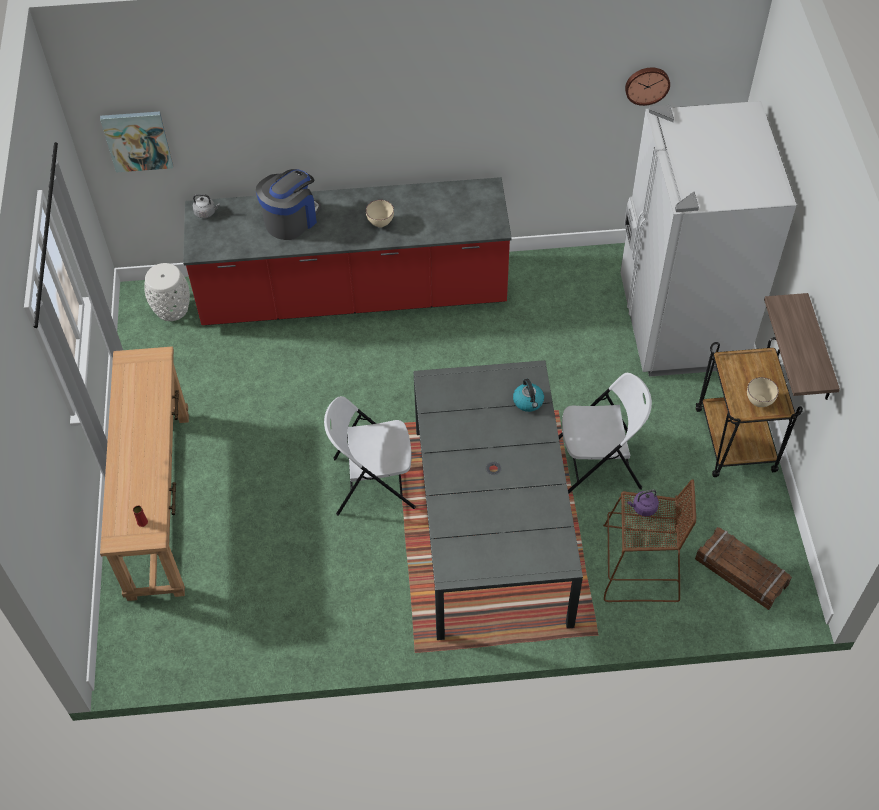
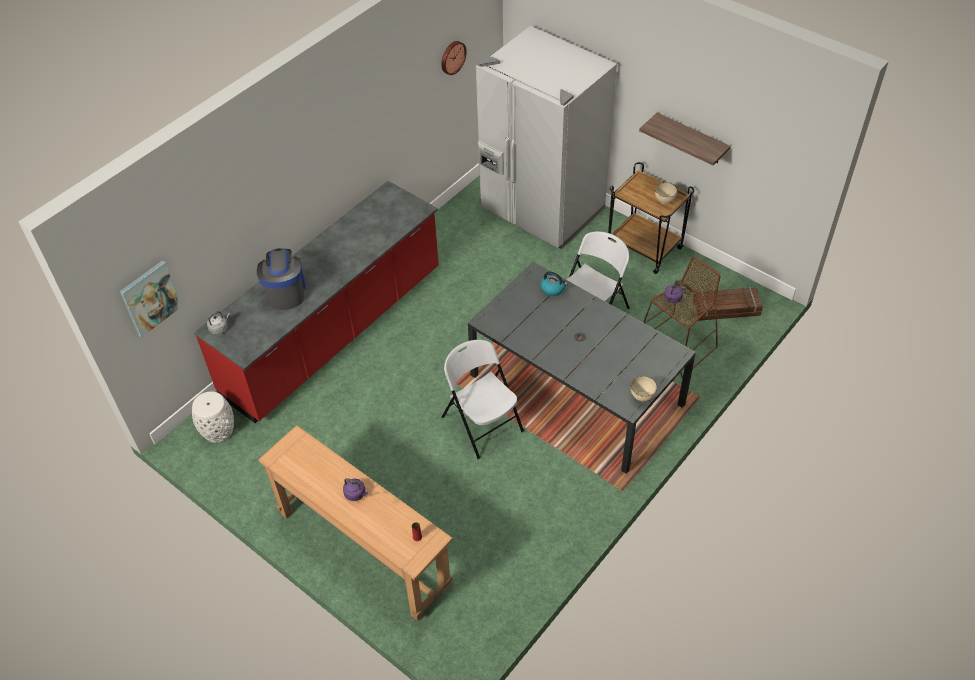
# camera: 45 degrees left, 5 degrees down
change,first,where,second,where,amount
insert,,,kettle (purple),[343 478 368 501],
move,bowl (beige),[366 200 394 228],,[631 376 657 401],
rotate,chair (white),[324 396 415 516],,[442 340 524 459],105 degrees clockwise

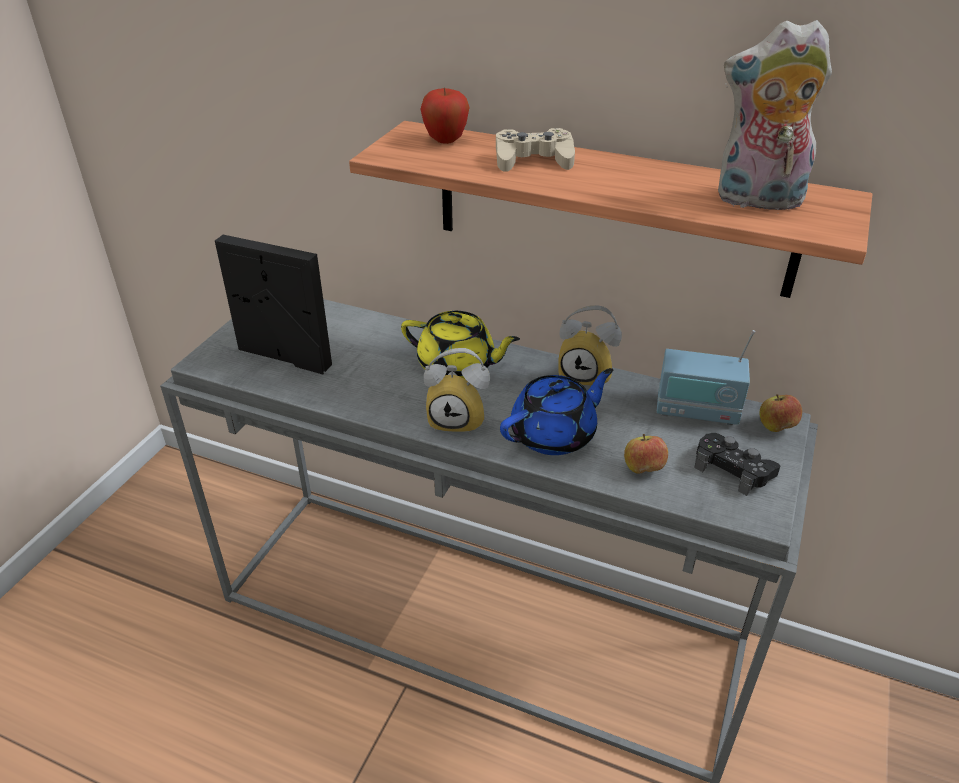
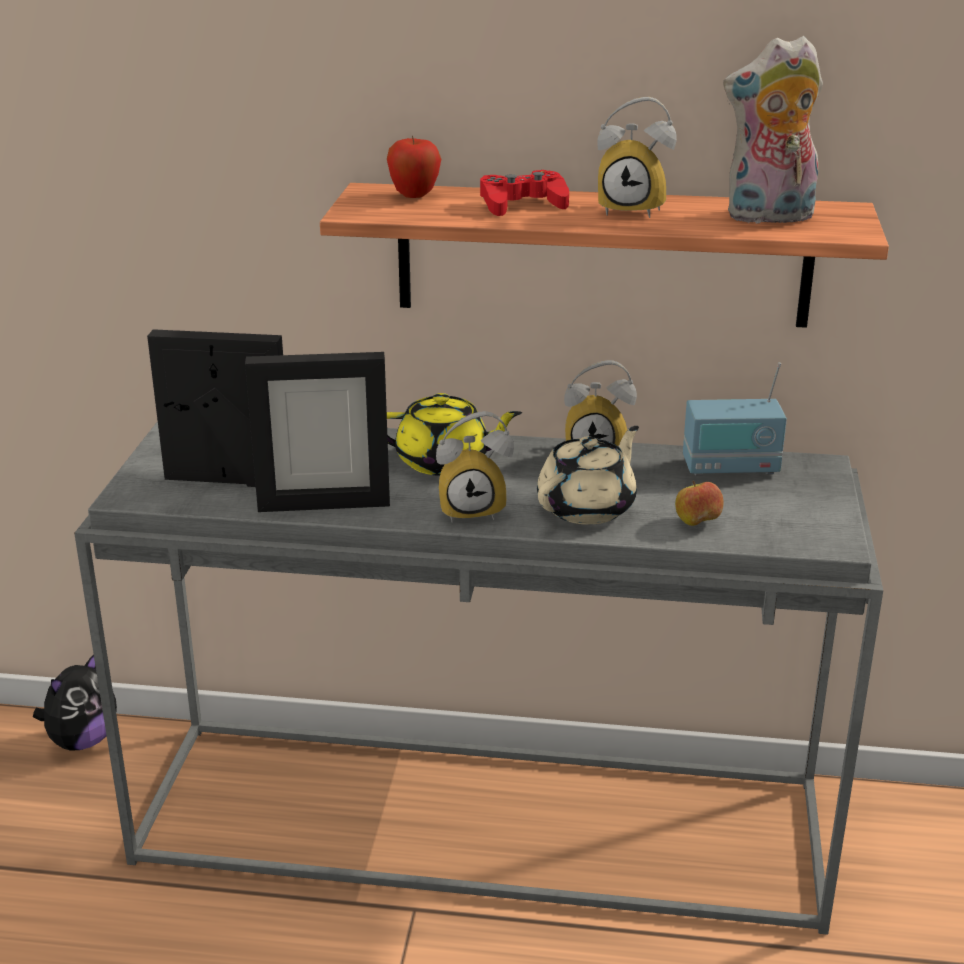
# camera: 15 degrees left, 10 degrees down
change,first,where,second,where,amount
delete,game controller (black),[694 433 780 496],,,
delete,apple,[760 394 802 432],,,
insert,,,plush toy,[33 654 117 751],
insert,,,picture frame,[245 352 390 512],
insert,,,alarm clock,[597 97 677 218],
recolor,game controller (beige),[496 128 575 172],game controller (red),[480 170 569 216],
recolor,teapot (blue),[500 368 613 455],teapot (beige),[537 426 639 525],

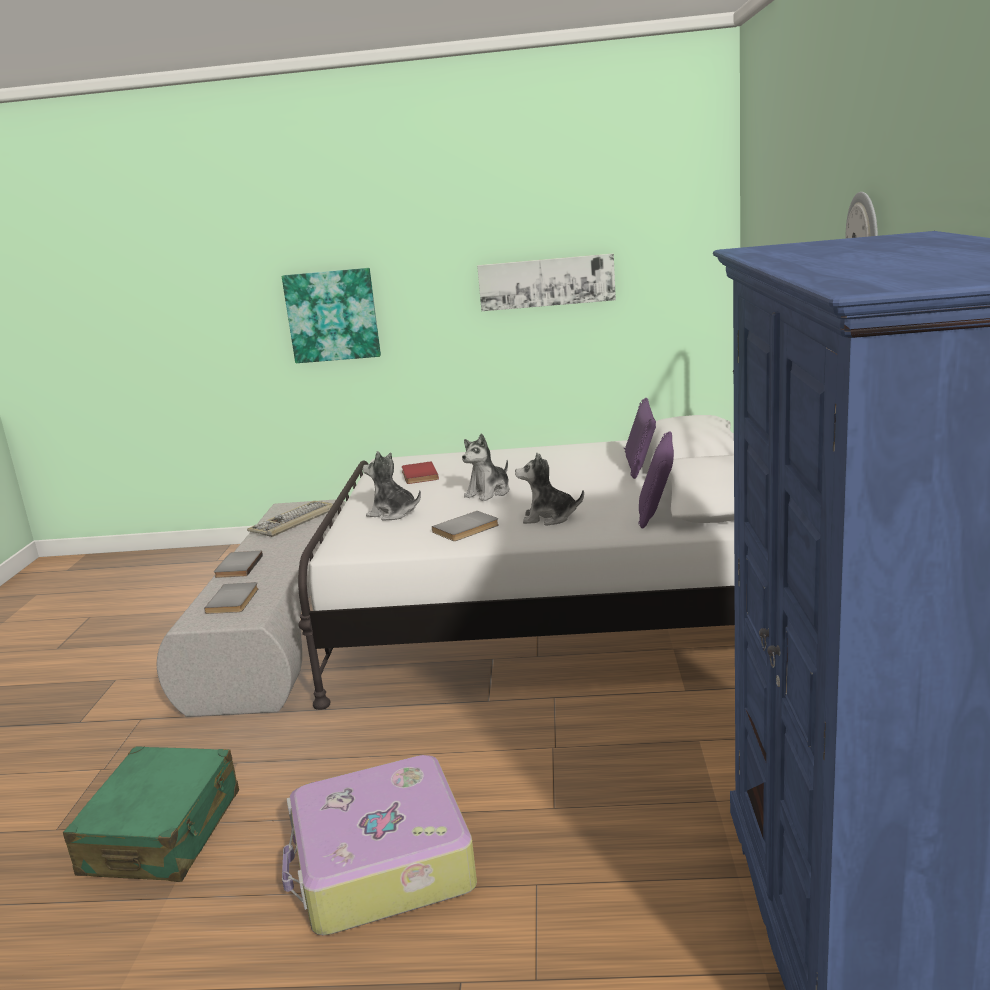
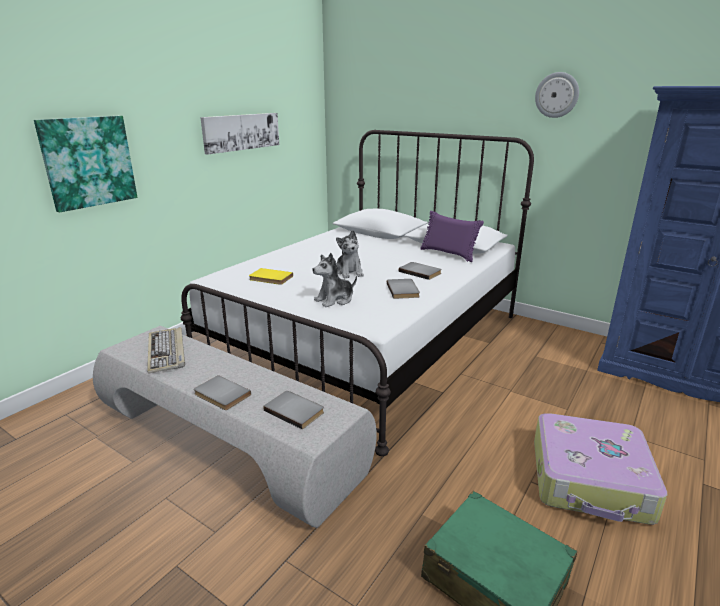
# camera: 60 degrees left, 5 degrees up
change,first,where,second,where,amount
delete,pillow (purple),[624 398 656 479],,,
replace,plush toy,[515 452 584 526],book (grey),[399 262 442 280],
recolor,book (red),[402 461 439 484],book (yellow),[249 268 293 285],

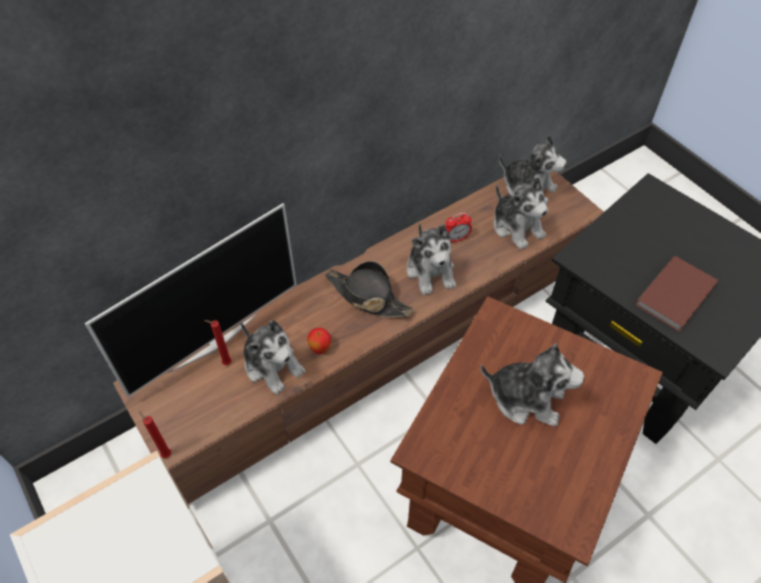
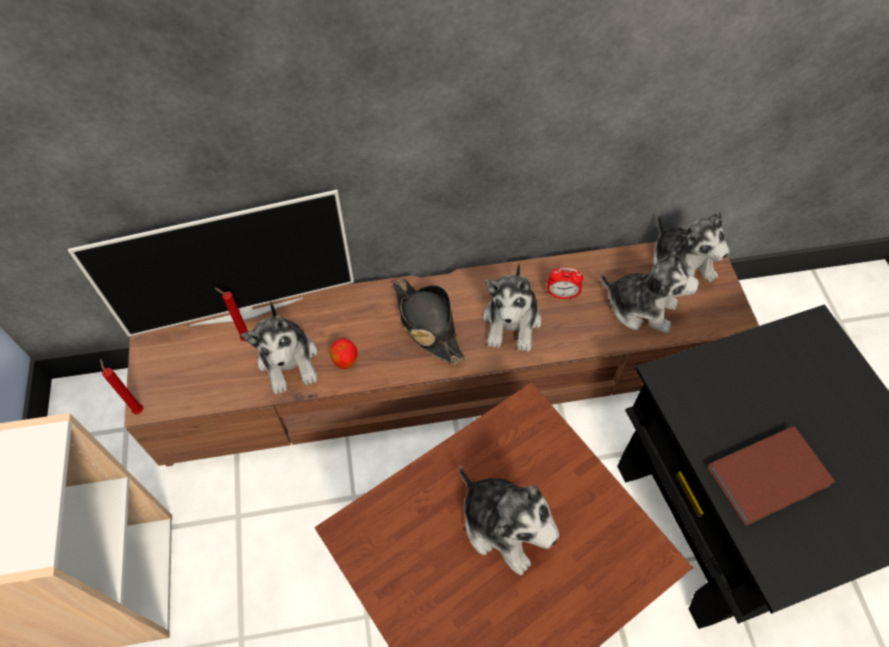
# camera: 25 degrees right, 5 degrees up
change,first,where,second,where,amount
rotate,plush toy,[493 177 548 250],,[601 251 699 334],60 degrees counterclockwise

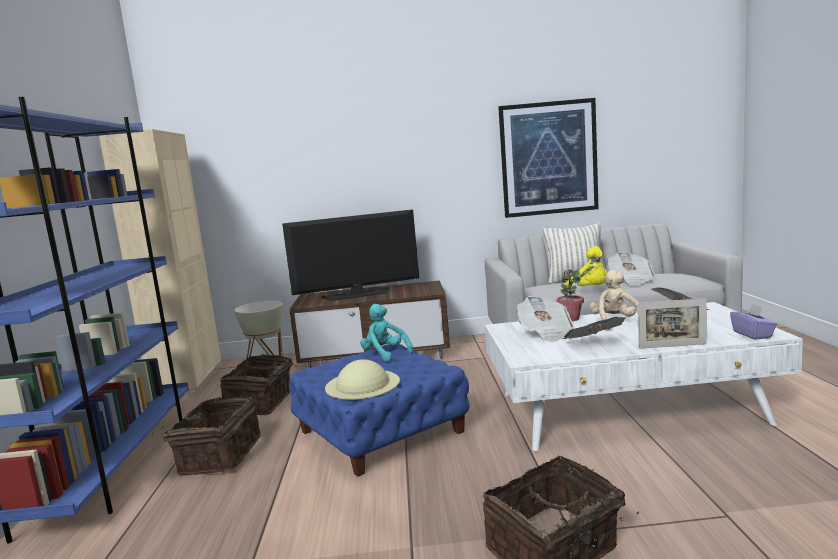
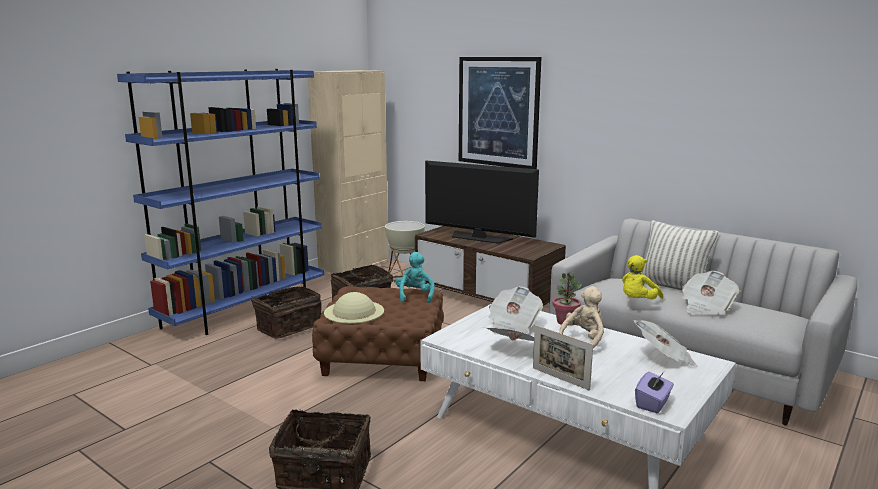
# camera: 40 degrees right, 5 degrees up
change,first,where,second,where,amount
move,picture,[498 98 599 218],,[459 57 541 169],
recolor,ottoman (blue),[289 344 469 477],ottoman (brown),[312 286 444 381],
rotate,plush toy (yellow),[563 246 607 290],,[622 255 663 300],45 degrees clockwise

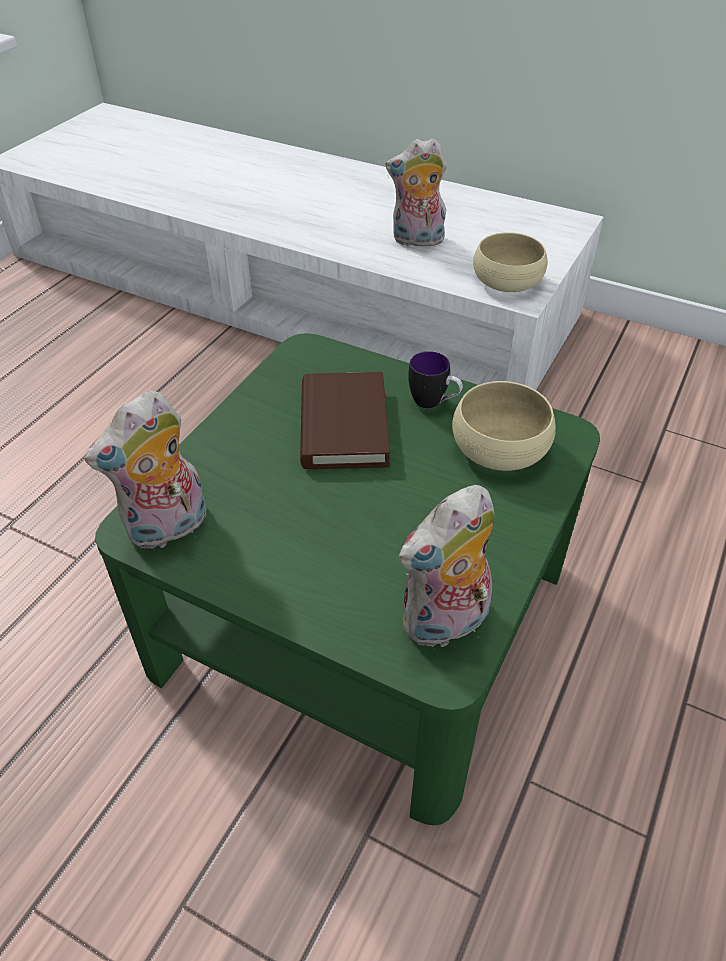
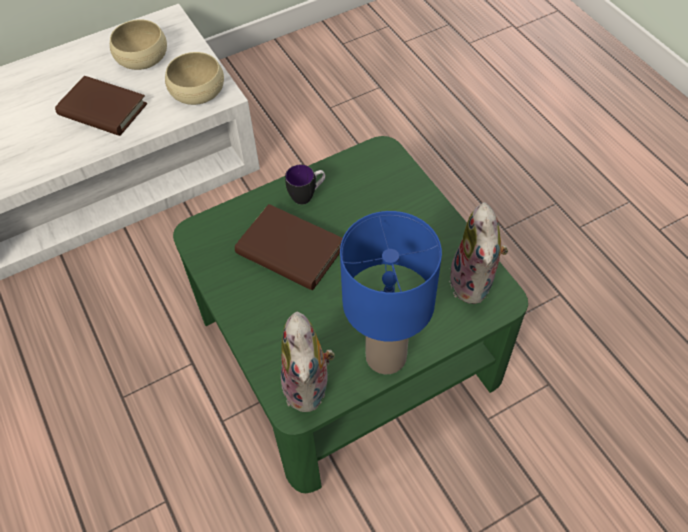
# camera: 55 degrees left, 10 degrees up
change,first,where,second,where,amount
insert,,,table lamp (blue),[340 211 442 375],
move,bowl (beige),[452 381 556 471],,[110 19 167 70],
replace,plush toy,[386 138 447 247],book (brown),[55 76 147 136],

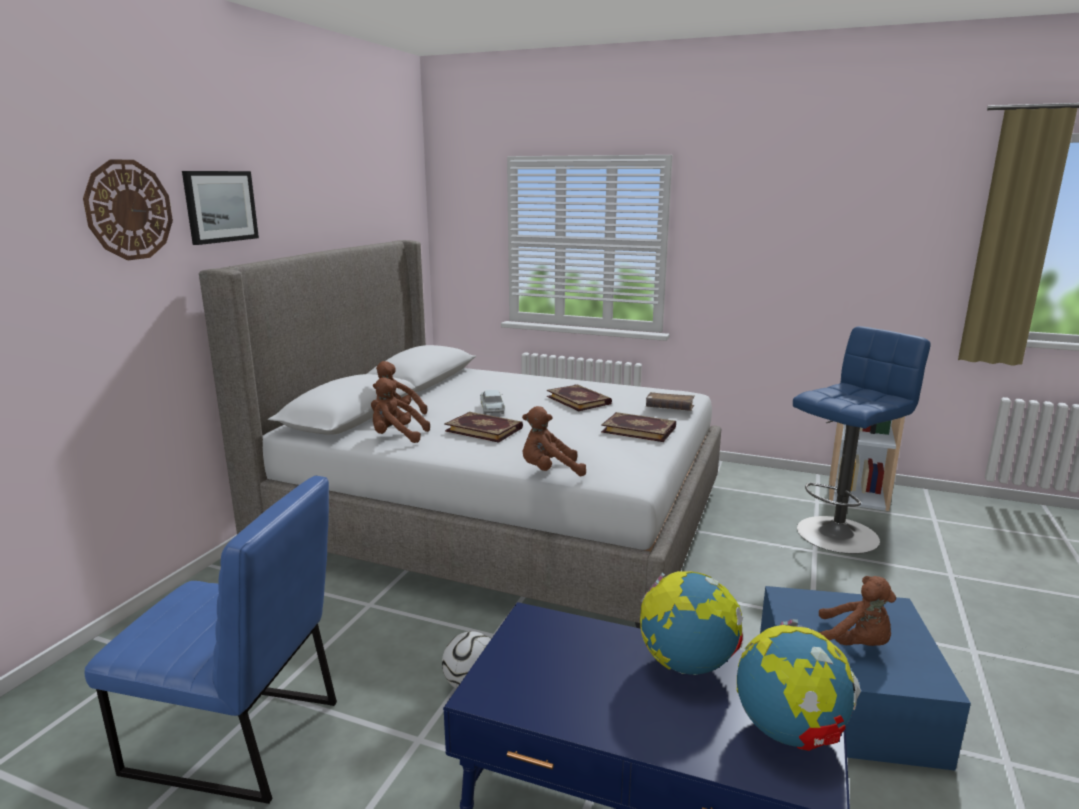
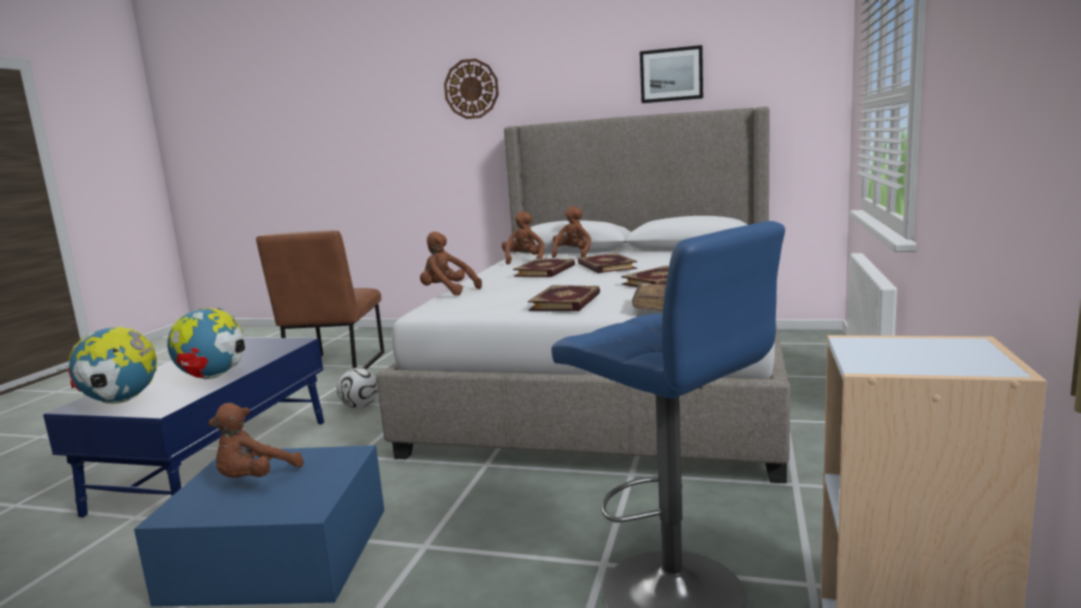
# camera: 85 degrees right, 5 degrees down
change,first,where,second,where,amount
move,picture,[182 171 259 245],,[640 45 703 103],
replace,toy car (white),[480 390 505 415],book,[578 253 638 273],
recolor,chair (blue),[85 476 337 804],chair (brown),[256 230 384 369],
rotate,plush toy (brown),[522 406 586 476],,[420 232 482 295],45 degrees counterclockwise

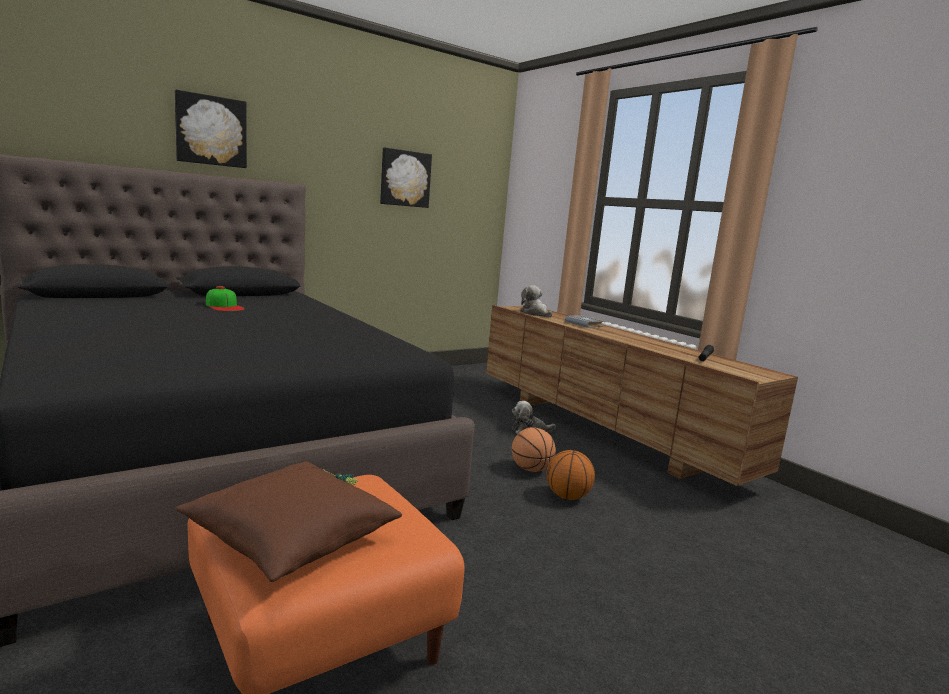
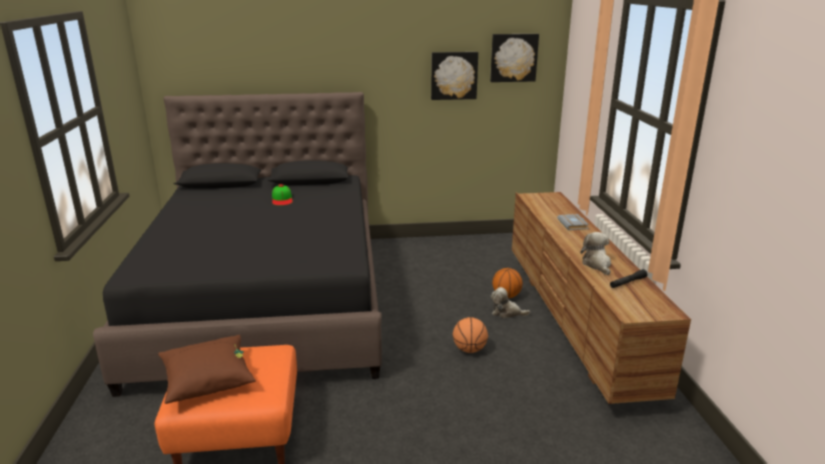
# camera: 30 degrees right, 10 degrees up
change,first,where,second,where,amount
move,picture,[175 90 247 168],,[490 34 539 82],
move,plush toy,[520 285 553 317],,[580 232 611 275],
move,basketball,[546 450 595 500],,[492 268 523 298],

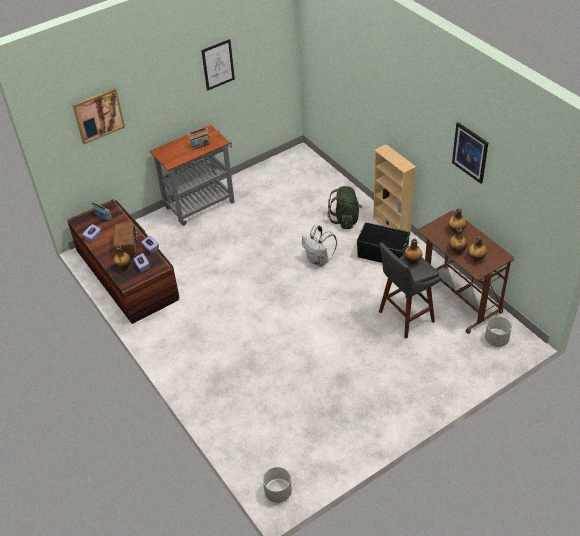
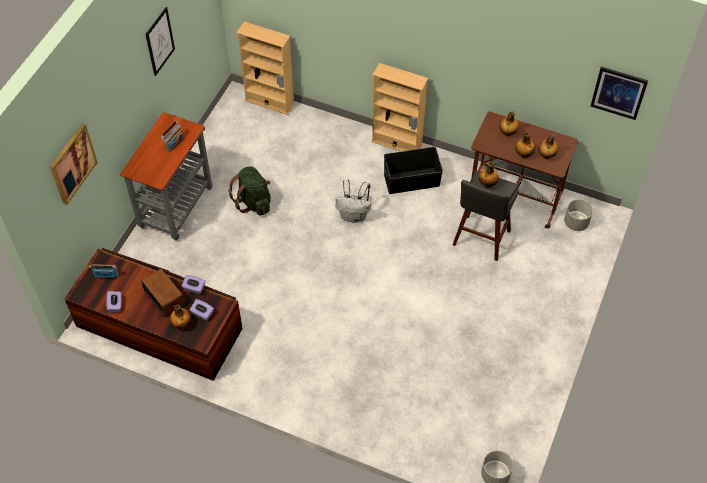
# camera: 35 degrees left, 10 degrees up
change,first,where,second,where,amount
insert,,,bookcase (beige),[236 21 295 115],
move,backpack (green),[328 186 362 229],,[228 166 271 216],
move,picture,[452 122 488 184],,[590 67 648 120],

